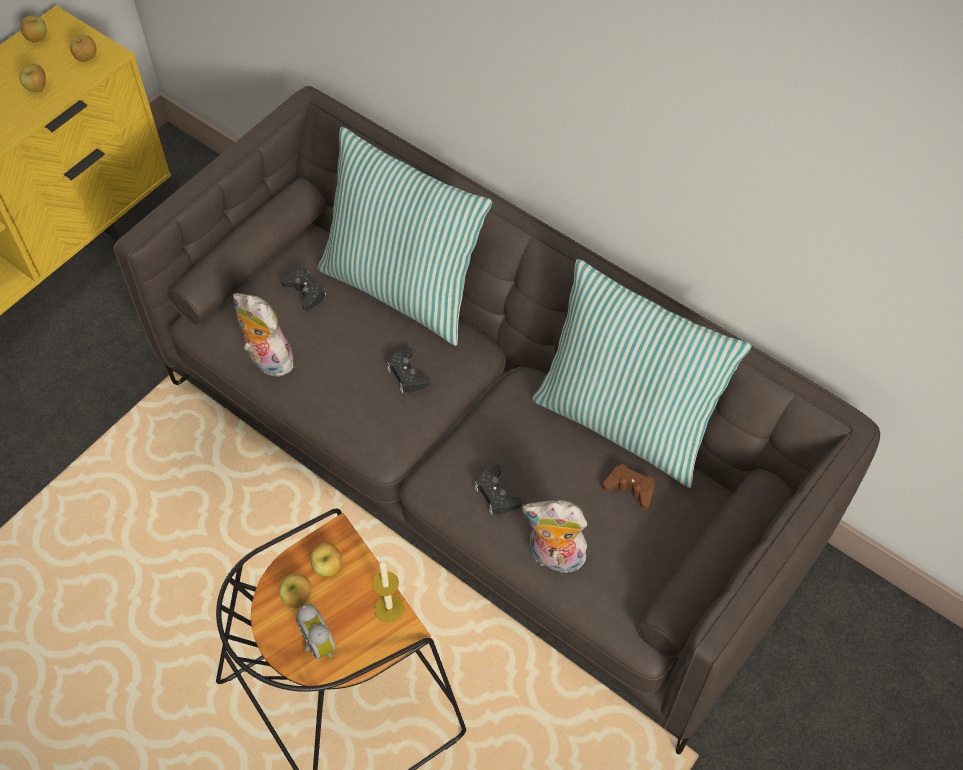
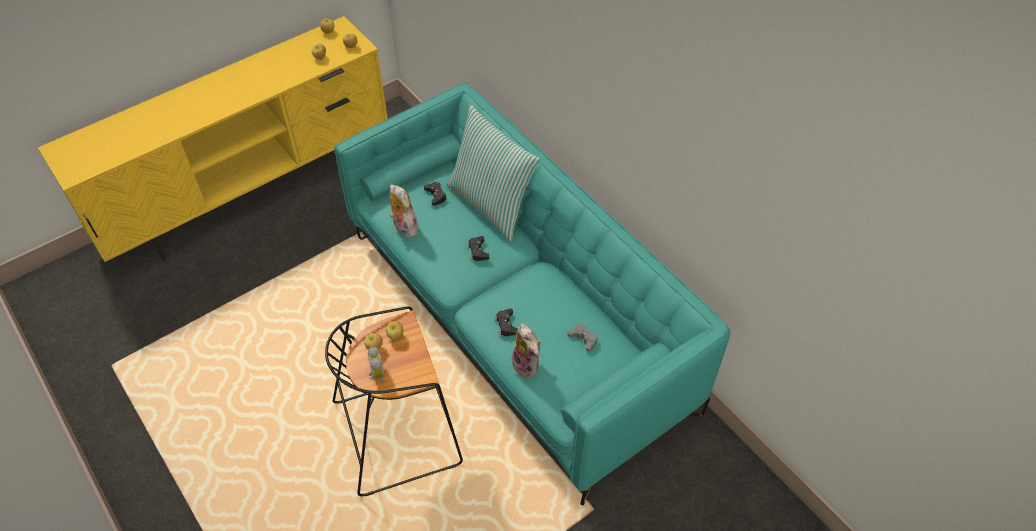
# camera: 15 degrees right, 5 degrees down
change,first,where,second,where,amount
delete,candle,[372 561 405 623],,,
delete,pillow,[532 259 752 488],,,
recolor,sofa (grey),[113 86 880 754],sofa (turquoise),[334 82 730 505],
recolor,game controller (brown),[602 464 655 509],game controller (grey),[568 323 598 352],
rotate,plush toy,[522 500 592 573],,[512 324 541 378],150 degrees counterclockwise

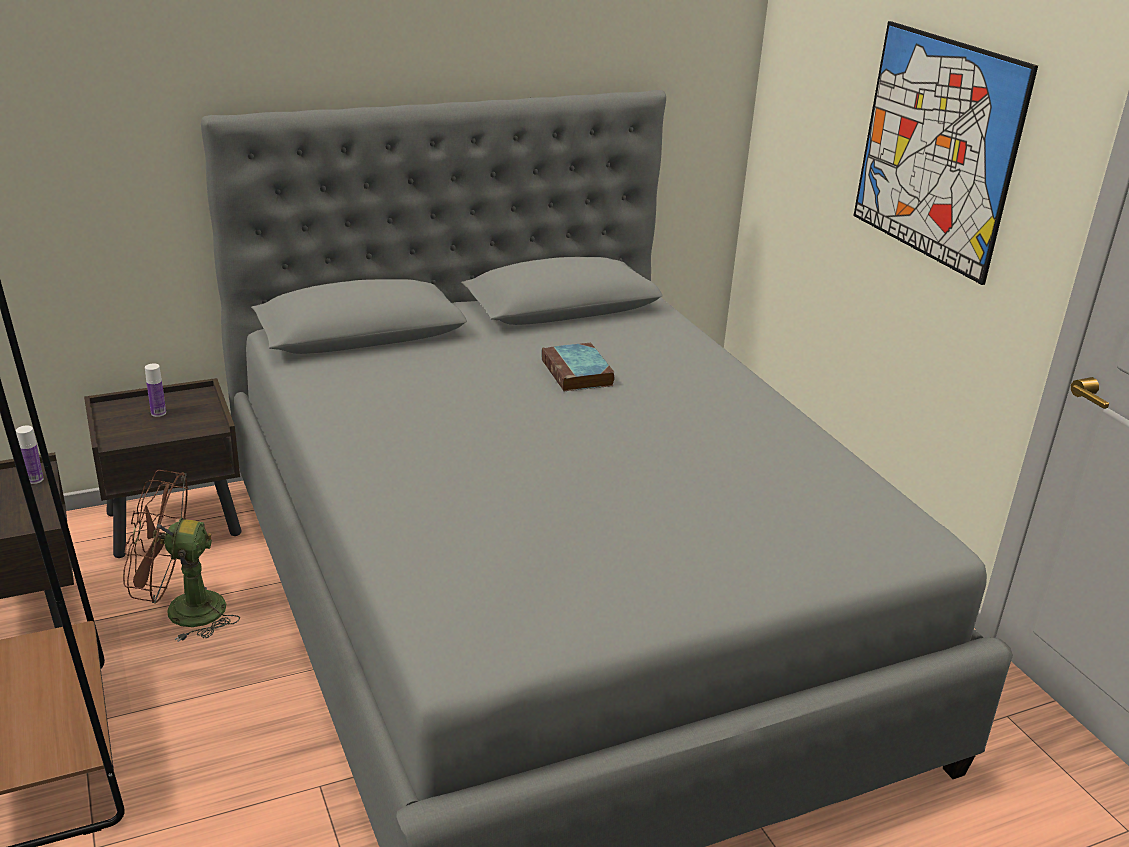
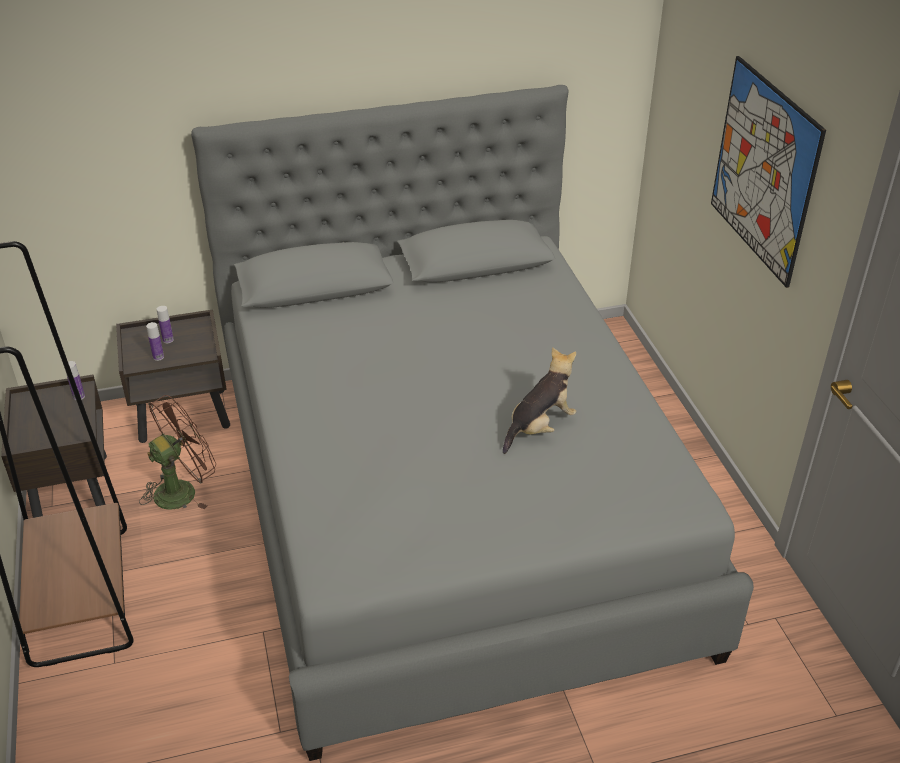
# camera: 10 degrees right, 10 degrees up
change,first,where,second,where,amount
delete,book,[542 343 615 392],,,
insert,,,bottle,[146 322 164 361],
insert,,,plush toy,[503 347 576 454],
rotate,fan (brown),[123 470 240 642],,[139 395 216 509],135 degrees clockwise

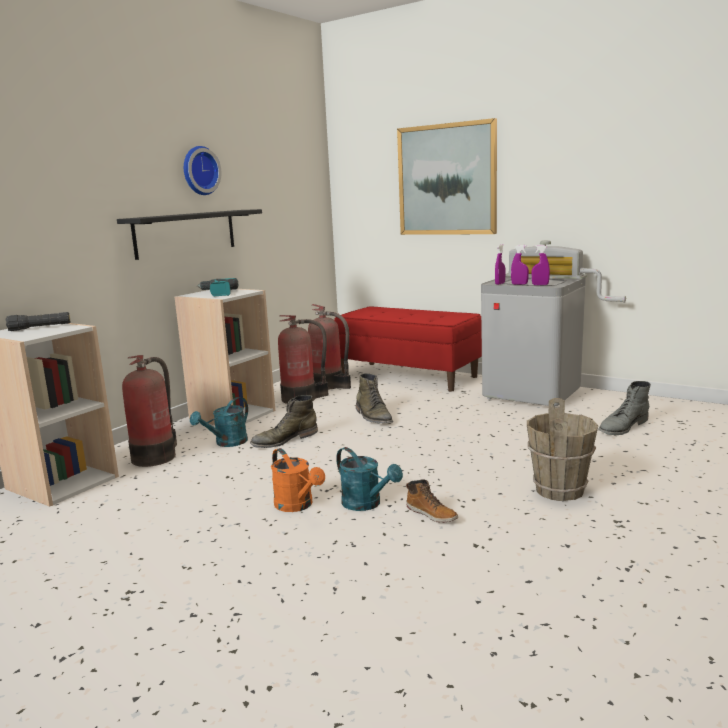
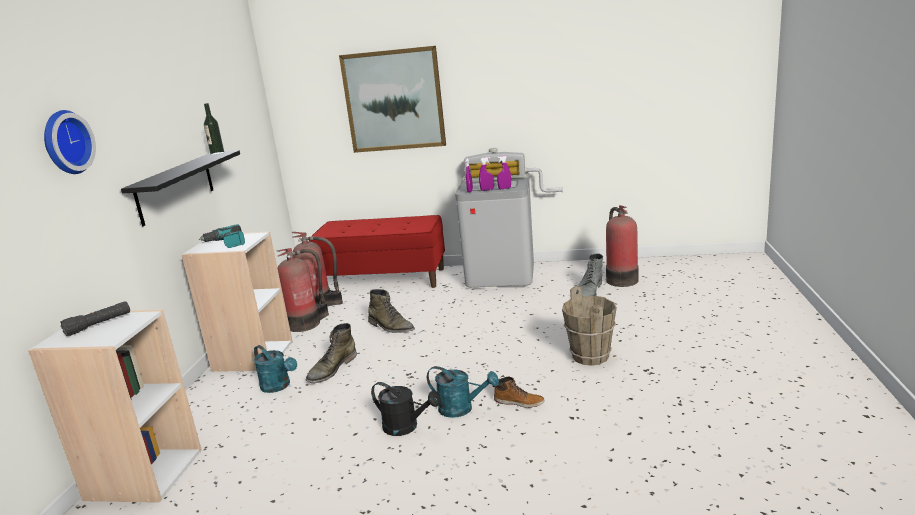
# camera: 25 degrees left, 5 degrees up
change,first,where,second,where,amount
insert,,,bottle,[204 103 224 155],
move,fire extinguisher,[122 355 177 467],,[606 205 639 287],
move,wall clock,[184 146 222 195],,[44 110 96 174],
recolor,watering can (orange),[271 448 325 512],watering can (black),[371 382 441 436],
rotate,watering can (turquoise),[190 397 248 447],,[254 345 297 393],60 degrees counterclockwise

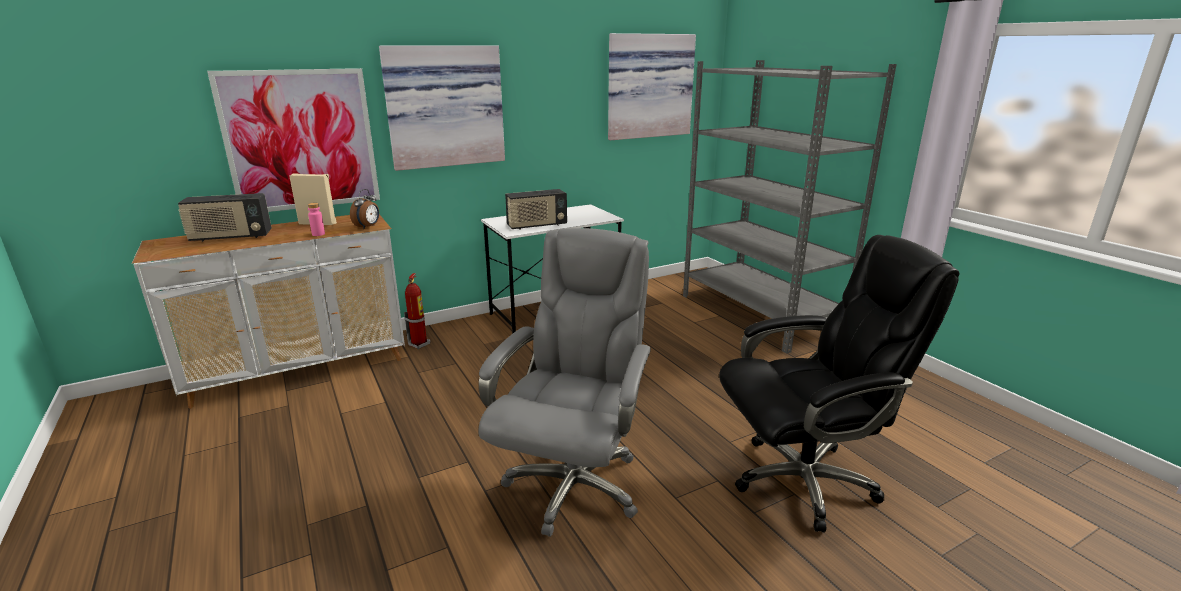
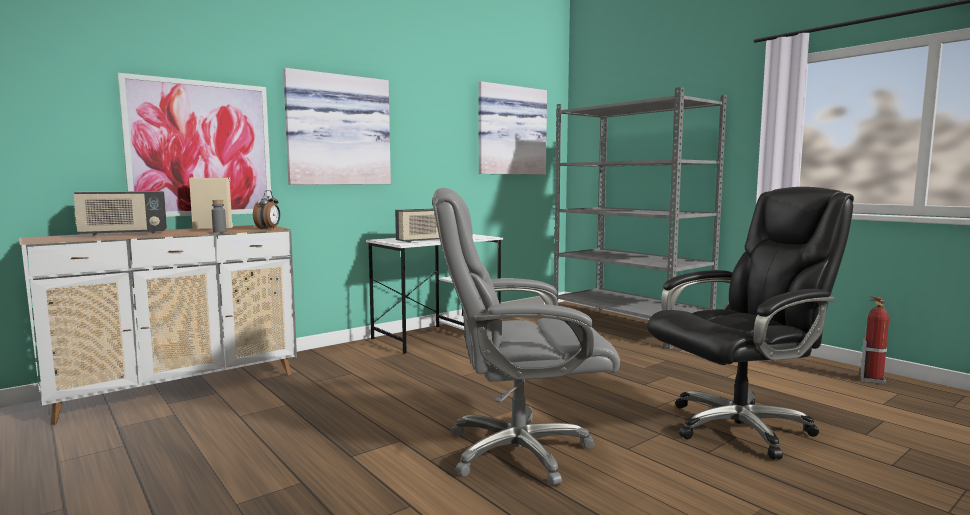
# camera: 10 degrees left, 15 degrees down
change,first,where,second,where,amount
move,fire extinguisher,[404 273 430 349],,[860 296 889 385],
recolor,bottle (pink),[308 203 325 236],bottle (grey),[212 200 226 233],
rotate,office chair (grey),[478 228 651 537],,[432 188 620 487],105 degrees counterclockwise

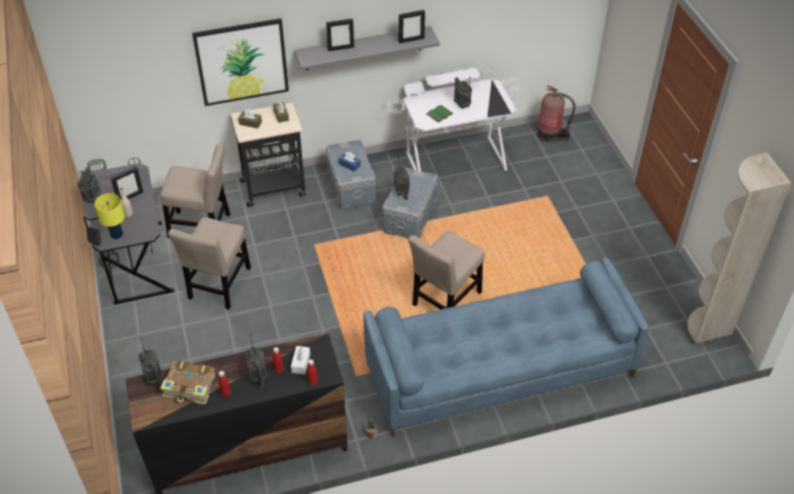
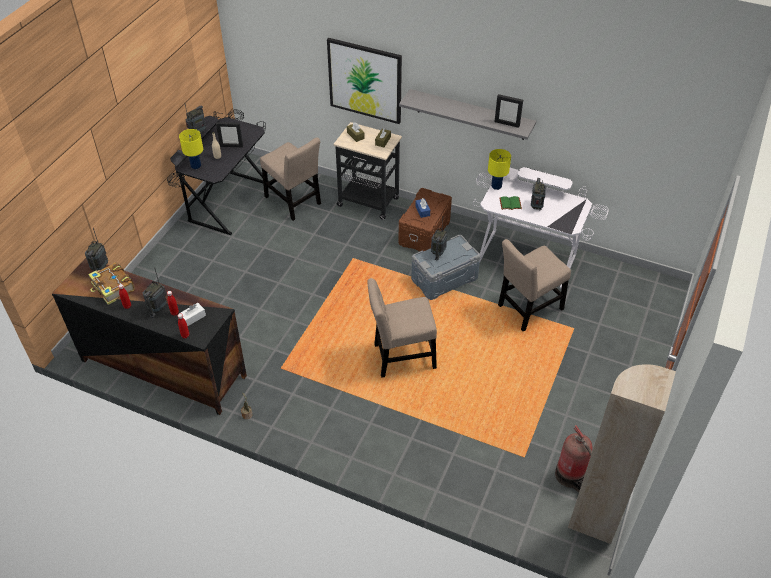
# camera: 40 degrees right, 0 degrees up
change,first,where,second,where,amount
delete,picture frame,[326 18 354 51],,,
delete,sofa (blue),[363 258 649 437],,,
insert,,,table lamp (yellow),[488 149 511 190],
move,chair (beige),[168 217 251 310],,[498 239 571 331],
move,fire extinguisher,[537 85 576 142],,[555 425 593 493],
recolor,storage box (grey),[326 140 376 210],storage box (brown),[398 188 452 252],

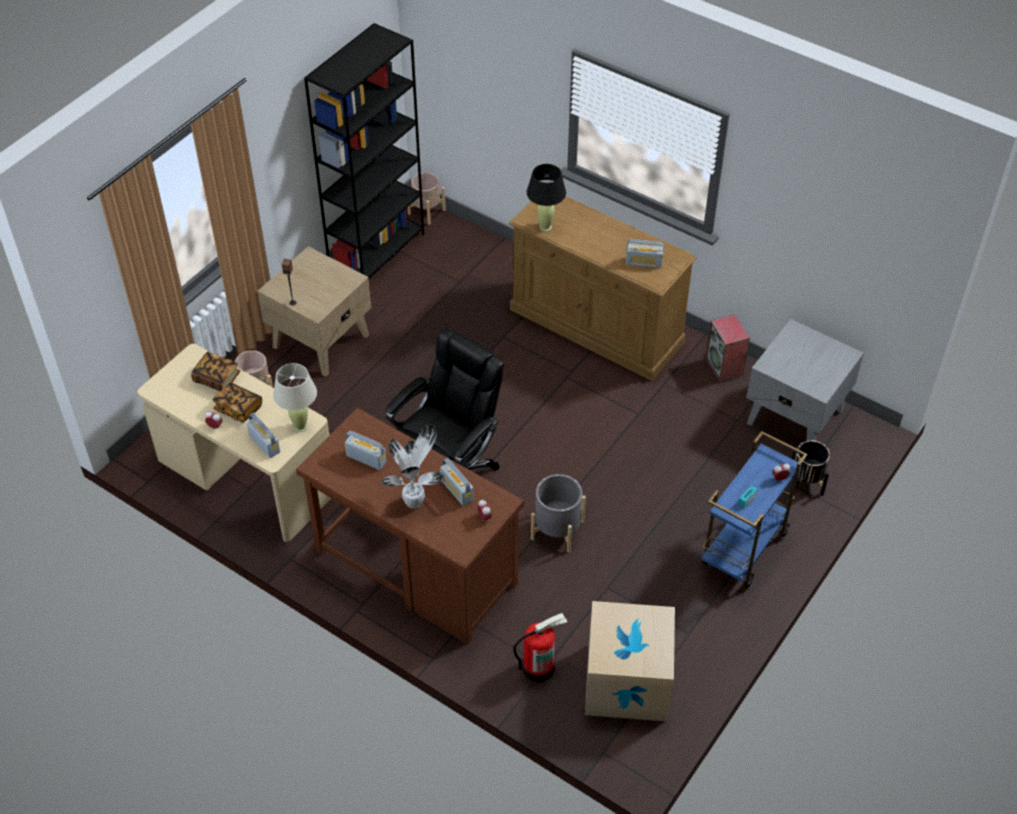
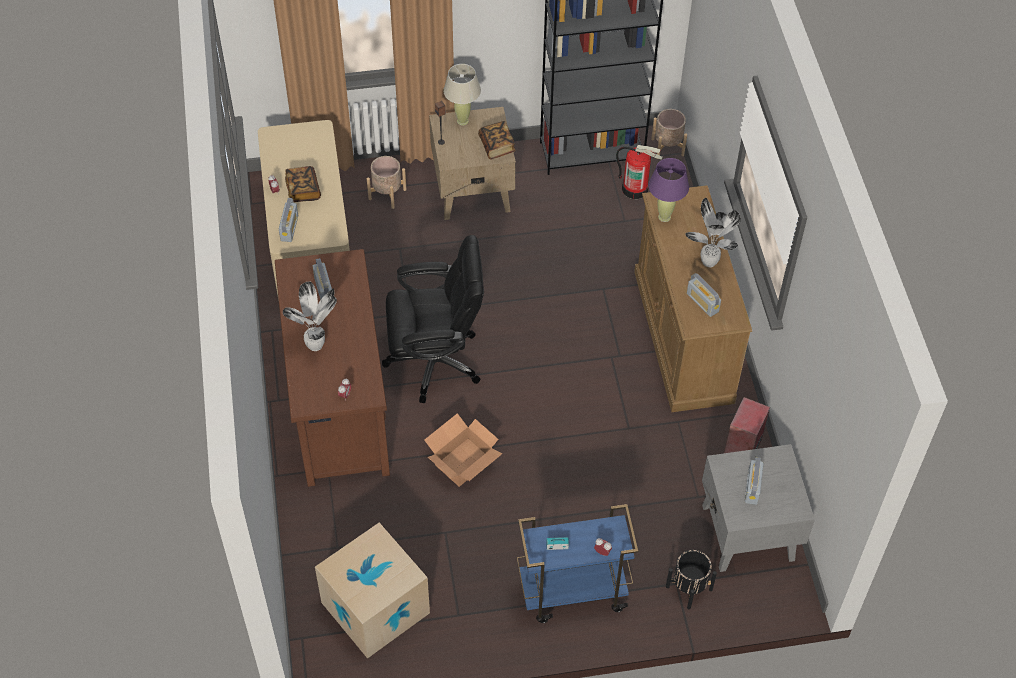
# camera: 45 degrees right, 5 degrees up
change,first,where,second,where,amount
insert,,,potted plant,[685 198 741 267],
move,book,[191 351 240 391],,[478 121 515 159],
move,table lamp (beige),[273 363 317 432],,[443 64 481 125],
move,radio,[440 458 474 506],,[745 456 764 505],
move,fire extinguisher,[513 613 568 682],,[616 145 663 199],
replace,planter (grey),[531 474 586 552],cardboard box,[424 413 503 487],
recolor,table lamp (black),[527 164 566 231],table lamp (purple),[648 158 689 222],

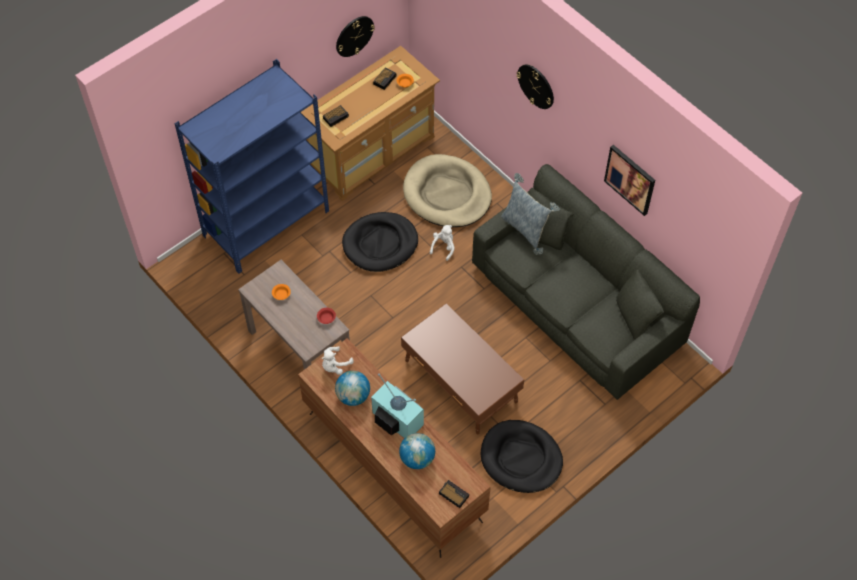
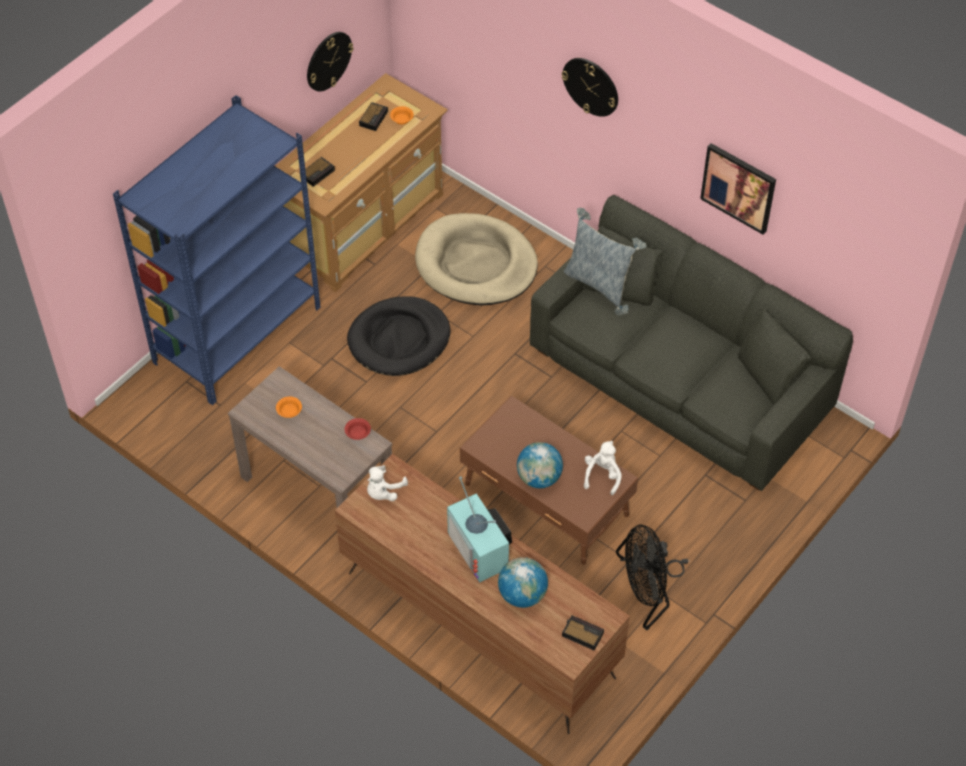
# camera: 10 degrees left, 5 degrees down
change,first,where,second,where,amount
move,globe,[335 371 370 406],,[517 442 563 488],
move,plush toy (white),[430 225 455 261],,[584 441 622 495],
replace,dog bed (black),[481 420 563 493],fan (black),[616 524 690 630],
rotate,television,[371 373 424 438],,[447 476 512 582],150 degrees counterclockwise

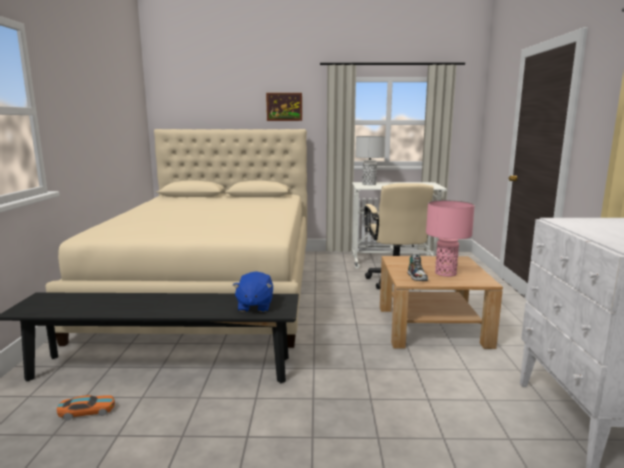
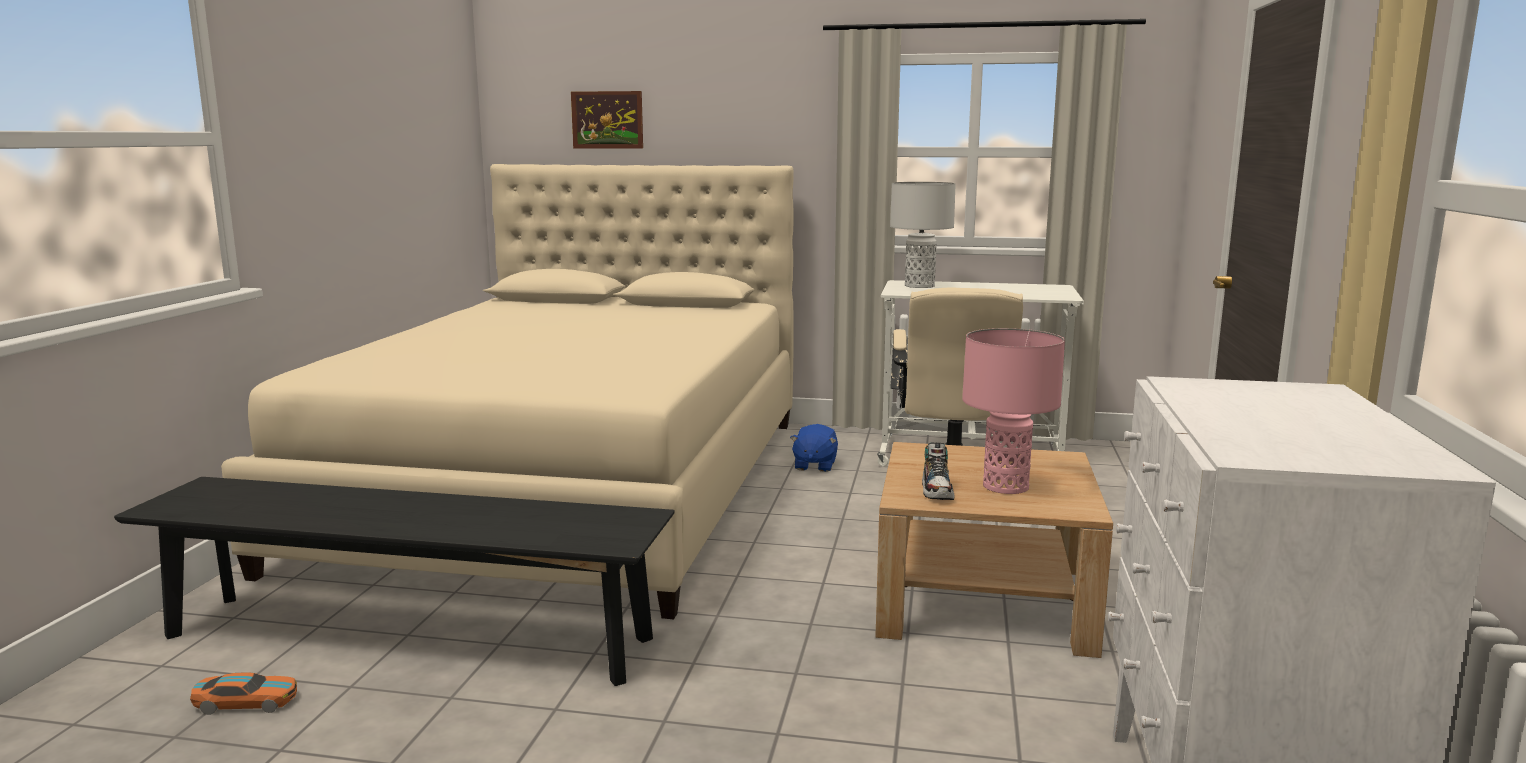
# camera: 10 degrees right, 0 degrees up
change,first,where,second,where,amount
move,plush toy (blue),[233 272 273 312],,[790 424 838 472],
move,picture,[266 93 302 121],,[571 91 643 149],

